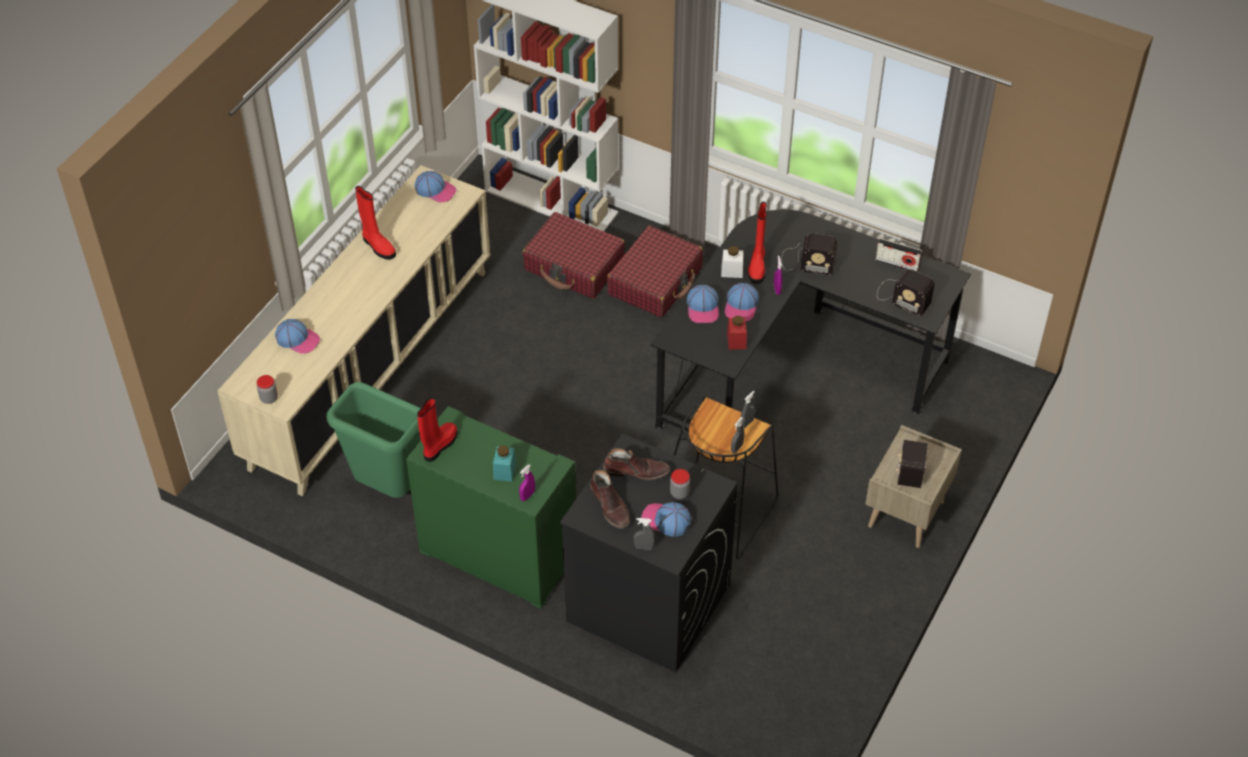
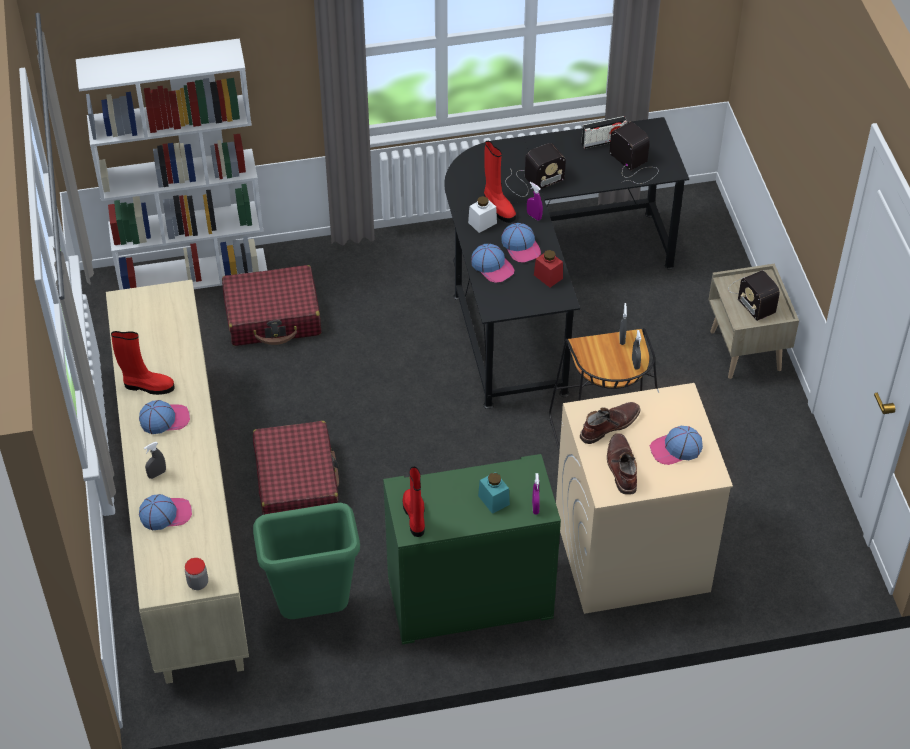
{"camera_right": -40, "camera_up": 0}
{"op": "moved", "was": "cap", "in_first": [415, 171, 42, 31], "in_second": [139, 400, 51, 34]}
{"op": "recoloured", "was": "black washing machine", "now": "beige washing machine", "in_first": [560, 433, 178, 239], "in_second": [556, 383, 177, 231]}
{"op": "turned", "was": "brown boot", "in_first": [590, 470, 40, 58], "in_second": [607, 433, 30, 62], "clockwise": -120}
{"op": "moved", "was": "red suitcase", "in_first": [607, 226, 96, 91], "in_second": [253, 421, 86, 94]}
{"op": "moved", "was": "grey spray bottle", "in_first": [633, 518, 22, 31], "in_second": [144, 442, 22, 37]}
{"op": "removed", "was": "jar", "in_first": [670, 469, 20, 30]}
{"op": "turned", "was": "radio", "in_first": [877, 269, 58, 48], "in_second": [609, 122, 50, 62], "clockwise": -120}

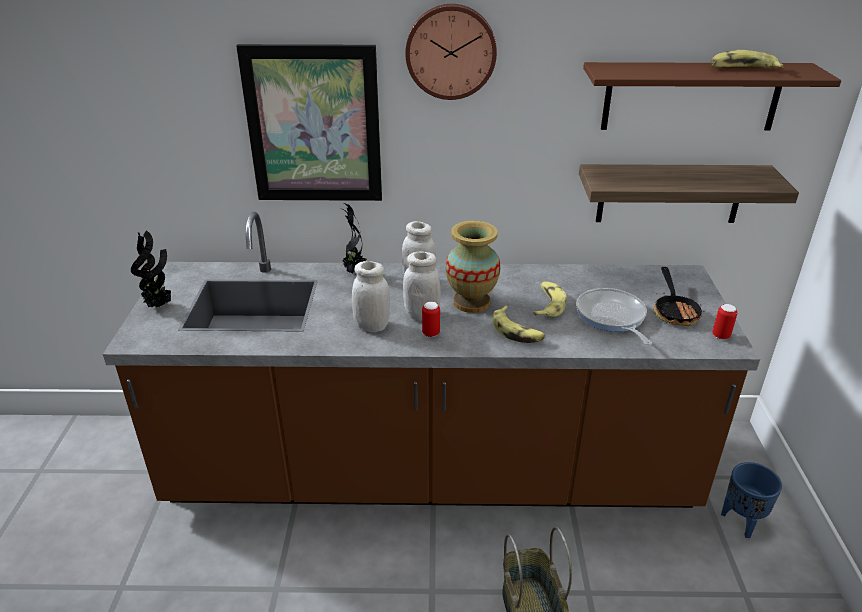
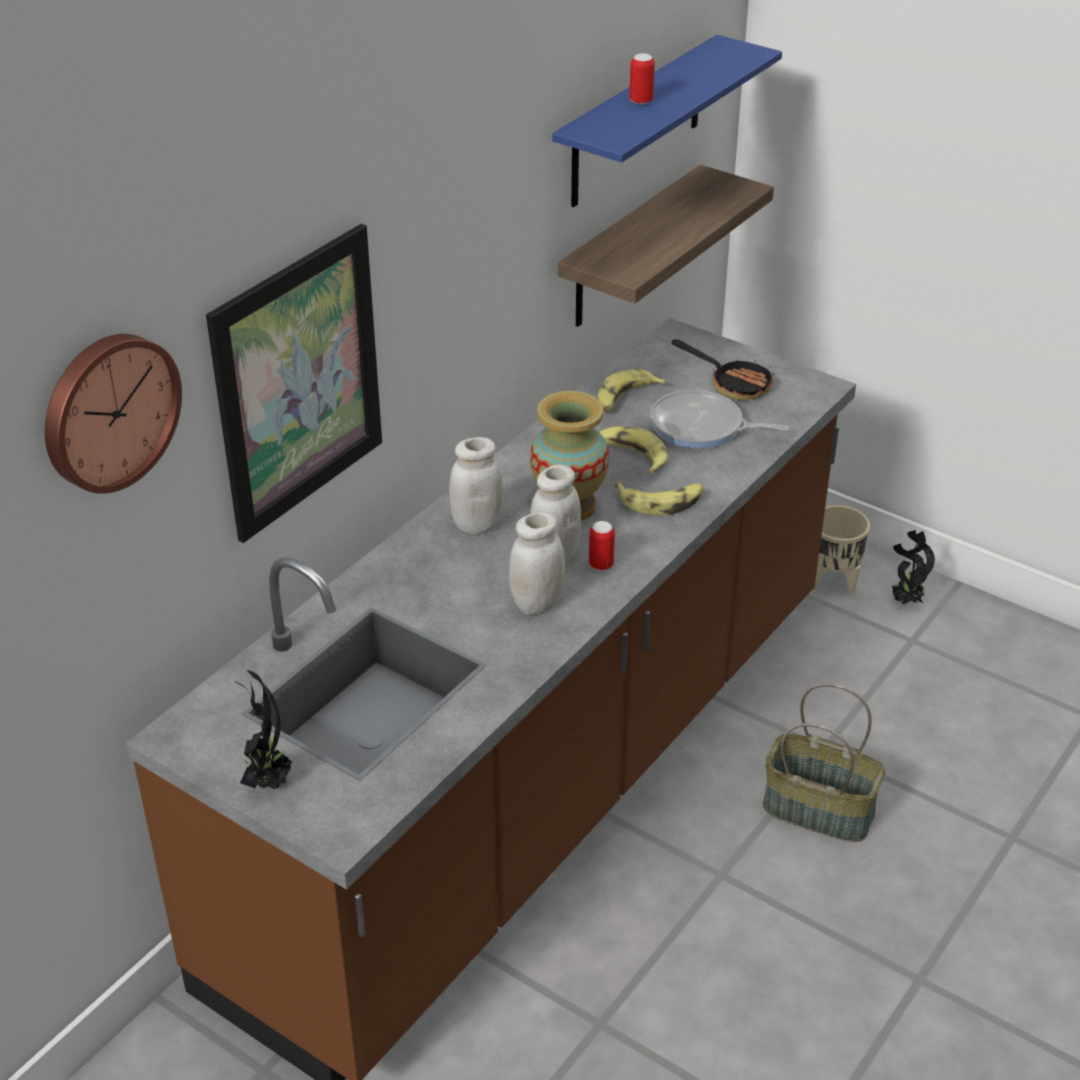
{"camera_right": -55, "camera_up": 5}
{"op": "moved", "was": "potted plant", "in_first": [341, 203, 26, 70], "in_second": [892, 530, 43, 74]}
{"op": "moved", "was": "wall clock", "in_first": [405, 4, 92, 96], "in_second": [45, 334, 137, 160]}
{"op": "recoloured", "was": "brown shelf", "now": "blue shelf", "in_first": [583, 62, 258, 68], "in_second": [552, 35, 230, 172]}
{"op": "moved", "was": "banana", "in_first": [711, 50, 73, 18], "in_second": [598, 369, 68, 44]}
{"op": "moved", "was": "can", "in_first": [712, 304, 25, 35], "in_second": [629, 53, 26, 52]}
{"op": "recoloured", "was": "blue planter", "now": "beige planter", "in_first": [721, 462, 61, 76], "in_second": [812, 505, 58, 89]}

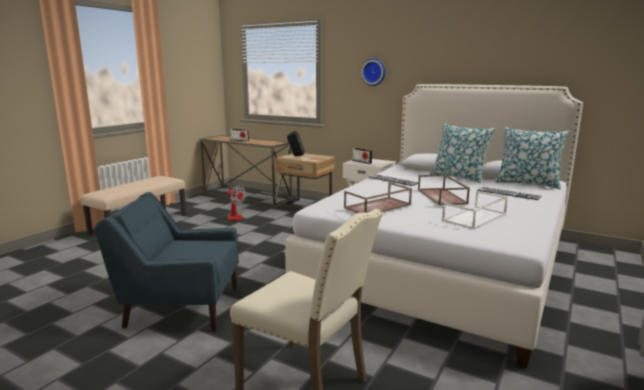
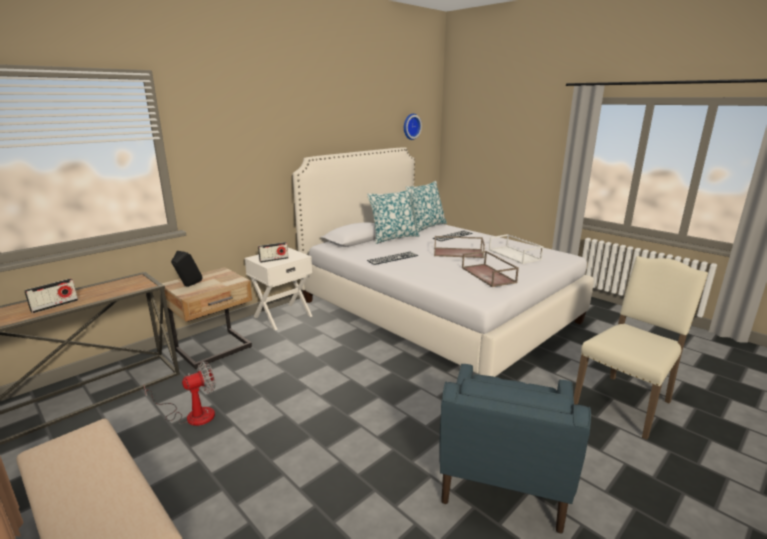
{"camera_right": -75, "camera_up": 5}
{"op": "moved", "was": "wall clock", "in_first": [361, 59, 24, 27], "in_second": [404, 114, 18, 26]}

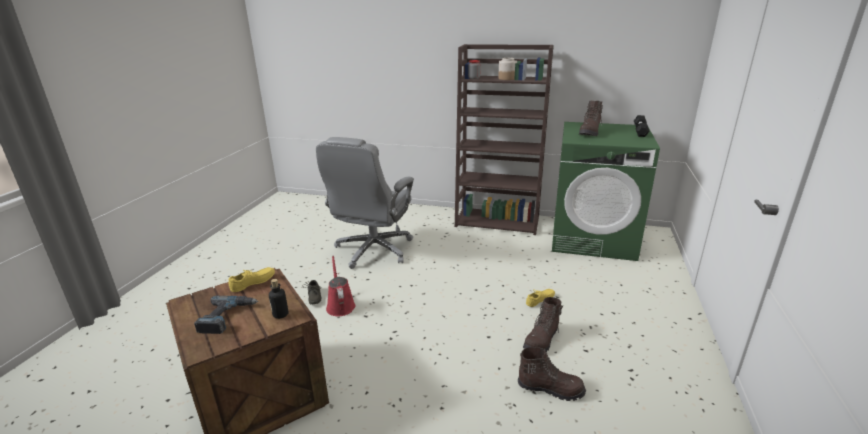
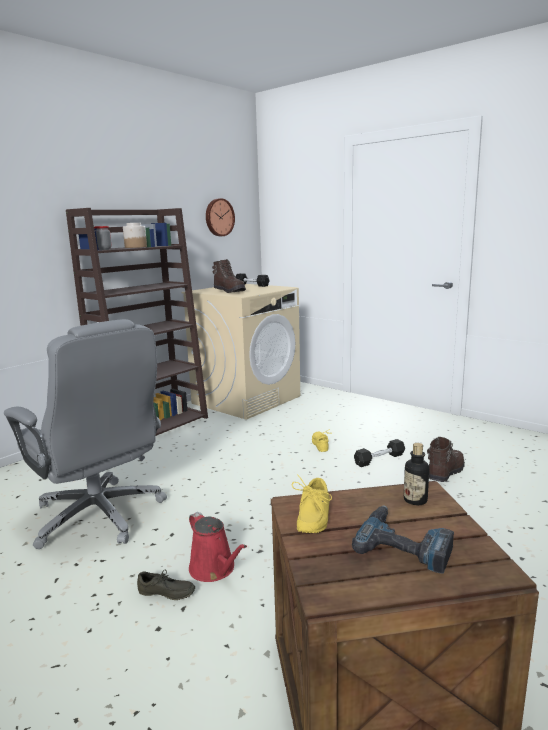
{"camera_right": -65, "camera_up": -10}
{"op": "turned", "was": "yellow shoe", "in_first": [228, 267, 47, 25], "in_second": [292, 475, 40, 58], "clockwise": -150}
{"op": "turned", "was": "red watering can", "in_first": [326, 256, 30, 60], "in_second": [189, 512, 58, 70], "clockwise": -135}
{"op": "replaced", "was": "brown boot", "now": "black dumbbell", "in_first": [523, 297, 40, 55], "in_second": [354, 439, 51, 28]}
{"op": "recoloured", "was": "green washing machine", "now": "beige washing machine", "in_first": [552, 122, 108, 139], "in_second": [181, 284, 119, 136]}
{"op": "added", "now": "wall clock", "in_second": [206, 198, 29, 38]}

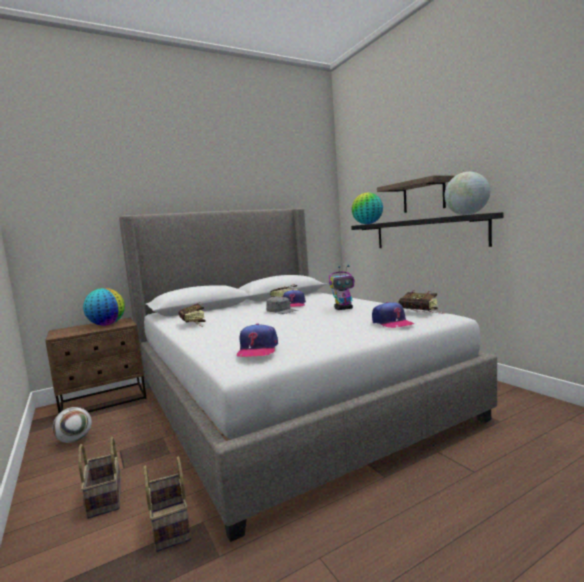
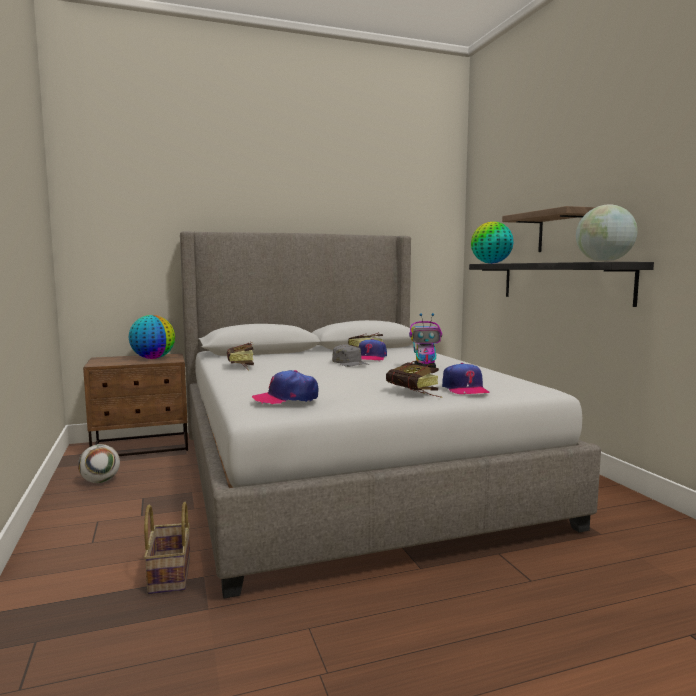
{"camera_right": 10, "camera_up": 0}
{"op": "removed", "was": "basket", "in_first": [78, 437, 43, 82]}
{"op": "turned", "was": "cap", "in_first": [237, 323, 41, 34], "in_second": [252, 370, 66, 34], "clockwise": 60}
{"op": "moved", "was": "book", "in_first": [398, 291, 46, 23], "in_second": [386, 361, 56, 37]}

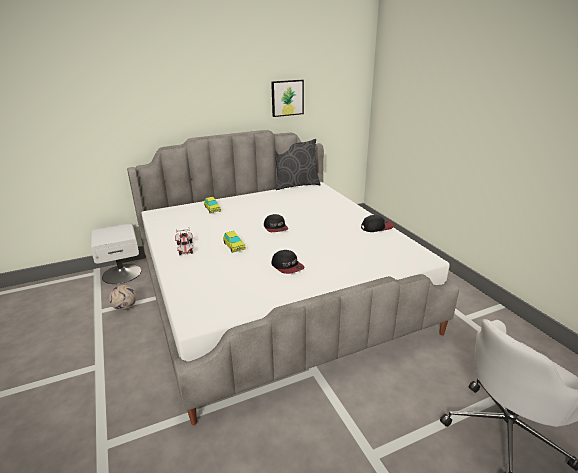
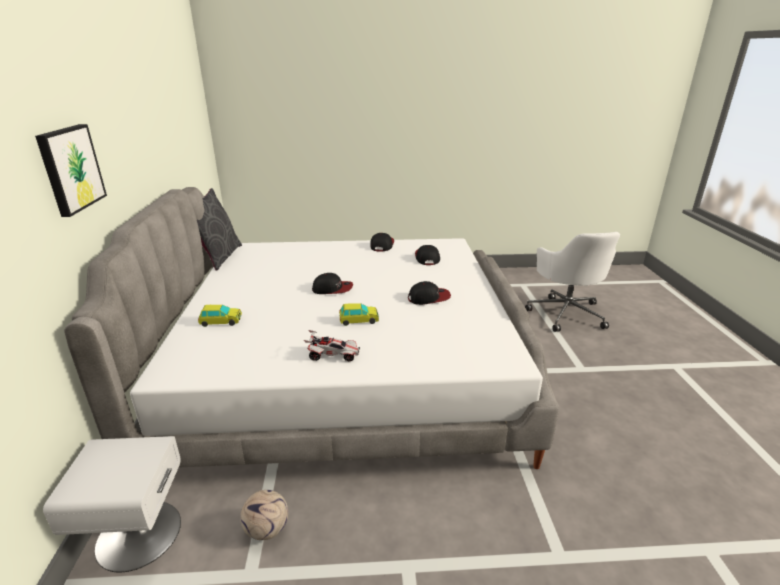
{"camera_right": -70, "camera_up": 0}
{"op": "moved", "was": "picture", "in_first": [271, 80, 33, 37], "in_second": [35, 124, 72, 93]}
{"op": "added", "now": "cap", "in_second": [415, 245, 25, 20]}

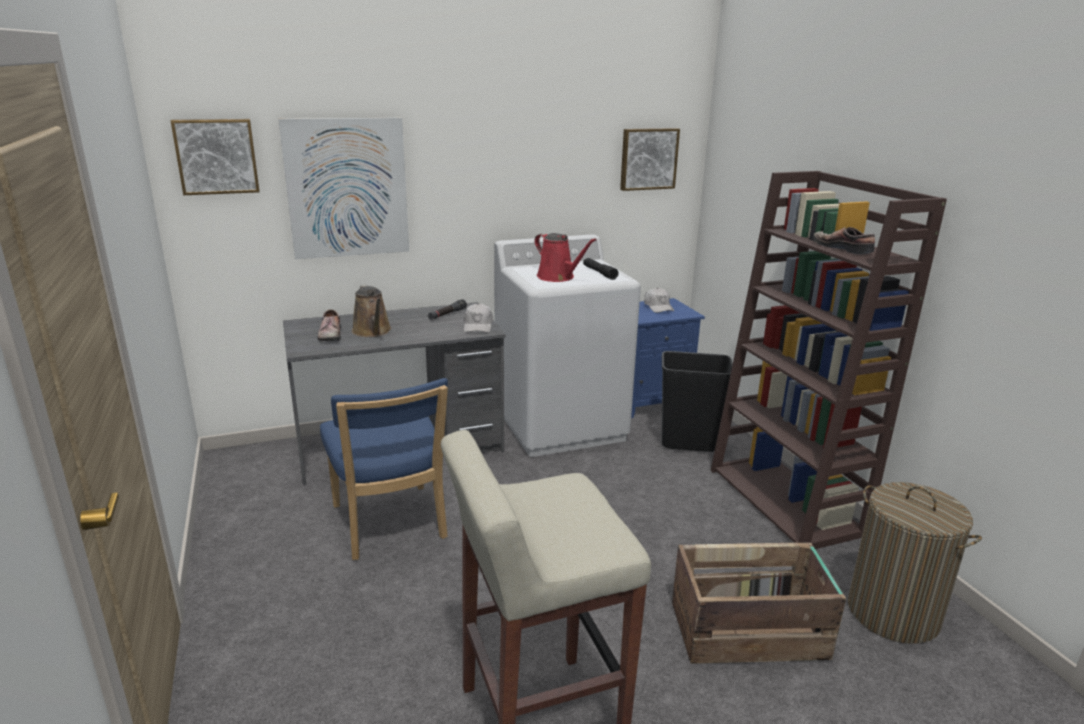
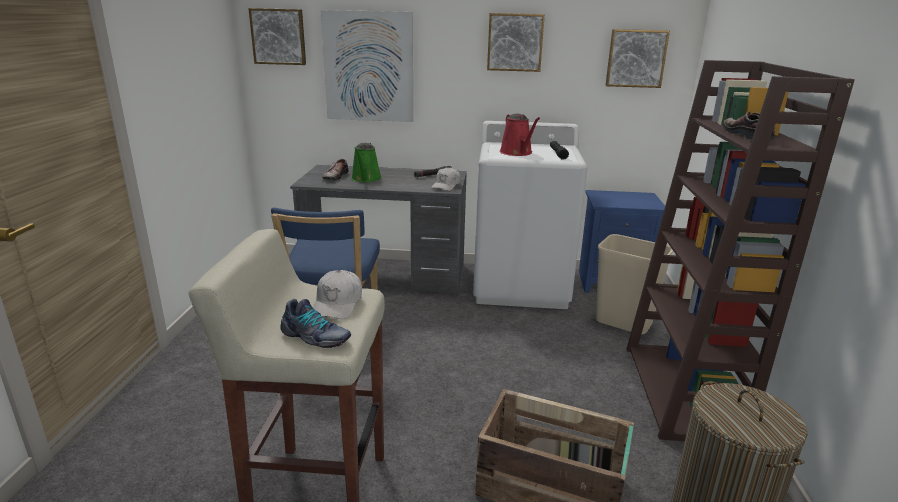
{"camera_right": 25, "camera_up": 0}
{"op": "recoloured", "was": "brown watering can", "now": "green watering can", "in_first": [352, 285, 39, 52], "in_second": [351, 142, 31, 40]}
{"op": "moved", "was": "white cap", "in_first": [644, 288, 30, 25], "in_second": [313, 270, 49, 49]}
{"op": "recoloured", "was": "black trash can", "now": "beige trash can", "in_first": [662, 351, 71, 101], "in_second": [596, 234, 77, 100]}
{"op": "added", "now": "shoe", "in_second": [280, 299, 71, 49]}
{"op": "added", "now": "picture", "in_second": [487, 13, 58, 59]}

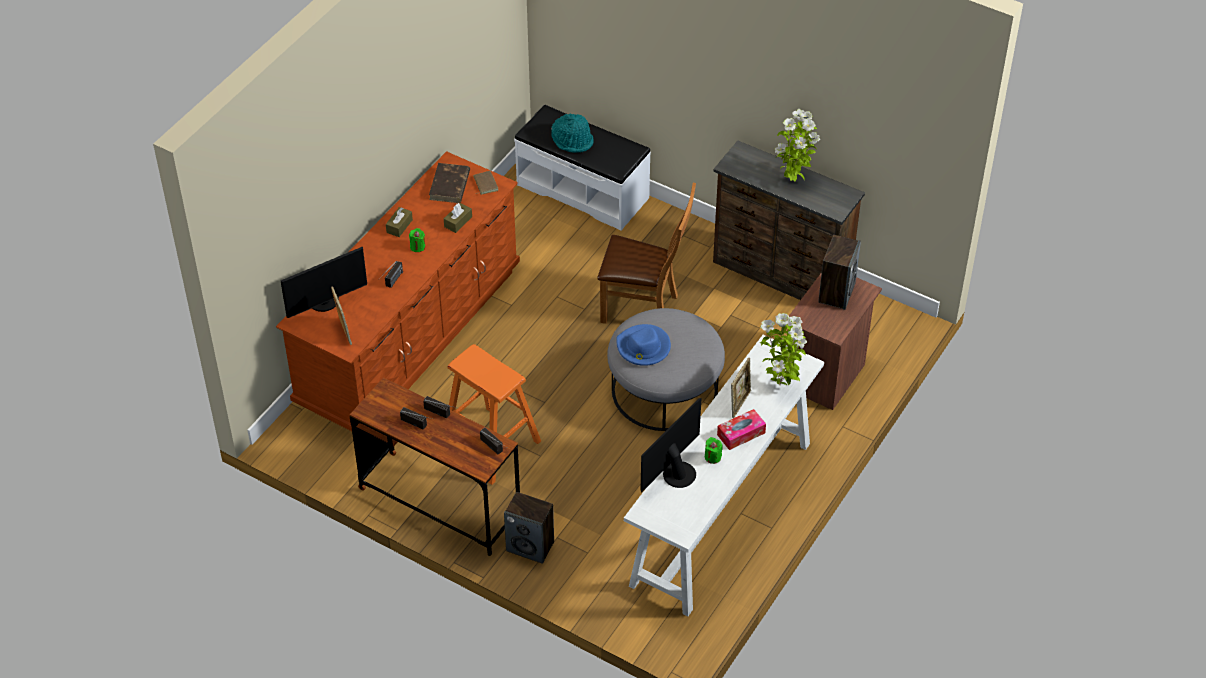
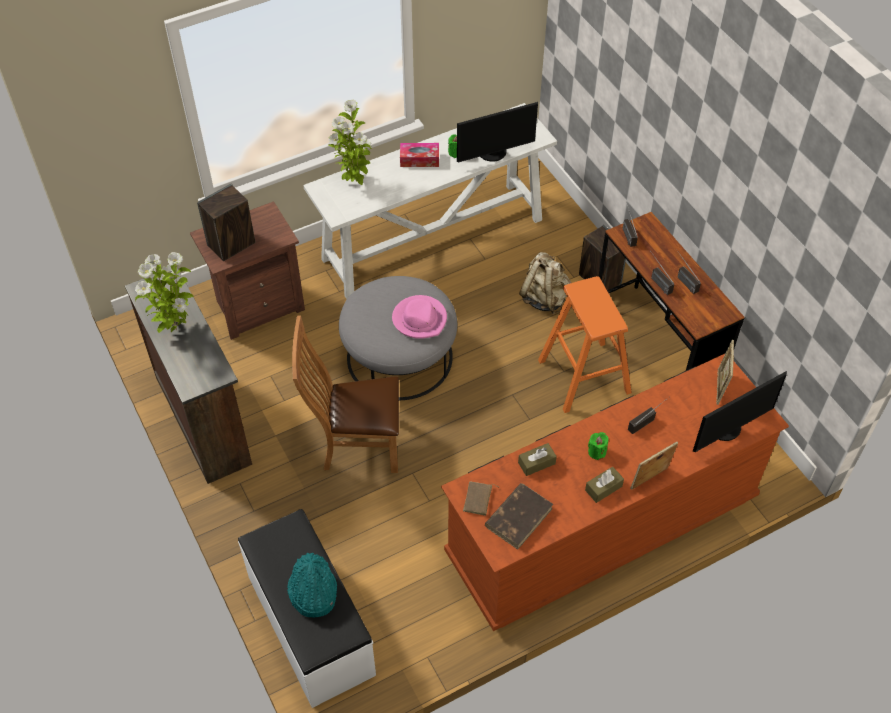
{"camera_right": -150, "camera_up": 5}
{"op": "turned", "was": "monitor", "in_first": [281, 246, 86, 72], "in_second": [693, 371, 94, 81], "clockwise": 150}
{"op": "turned", "was": "brown chair", "in_first": [597, 183, 99, 141], "in_second": [292, 315, 107, 158], "clockwise": -45}
{"op": "recoloured", "was": "blue hat", "now": "pink hat", "in_first": [616, 324, 55, 42], "in_second": [392, 295, 55, 44]}
{"op": "moved", "was": "picture frame", "in_first": [731, 358, 20, 60], "in_second": [630, 442, 48, 48]}
{"op": "added", "now": "beige backpack", "in_second": [519, 252, 52, 62]}

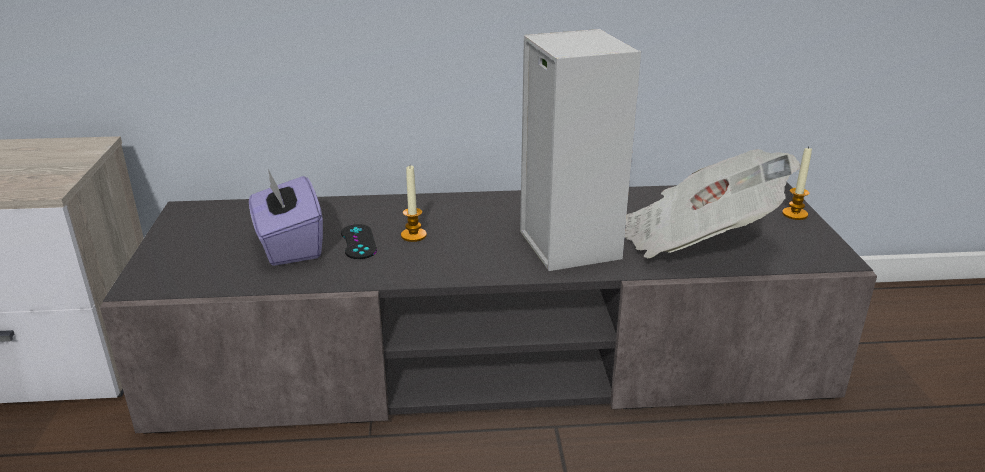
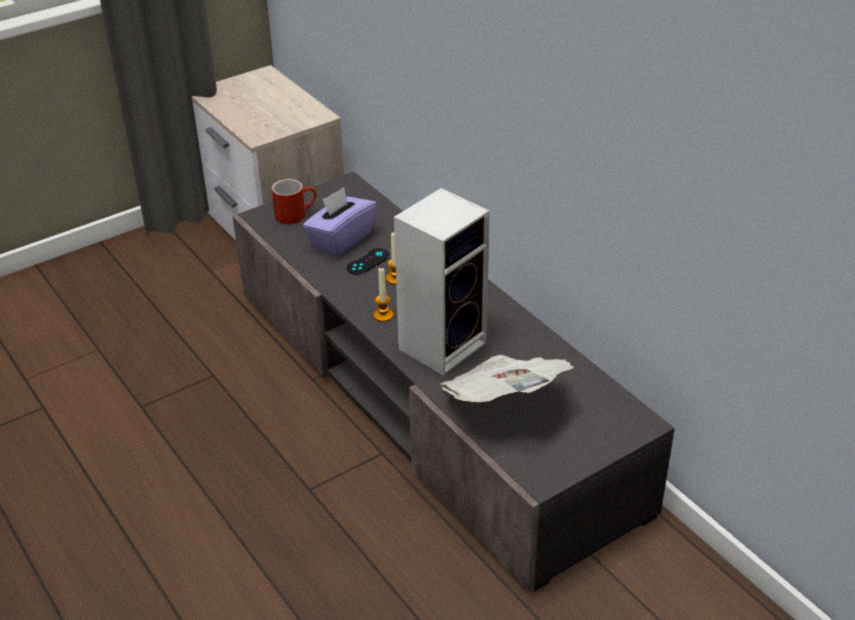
{"camera_right": 60, "camera_up": 10}
{"op": "moved", "was": "candle", "in_first": [782, 146, 30, 74], "in_second": [373, 268, 20, 54]}
{"op": "added", "now": "red mug", "in_second": [272, 179, 45, 45]}

